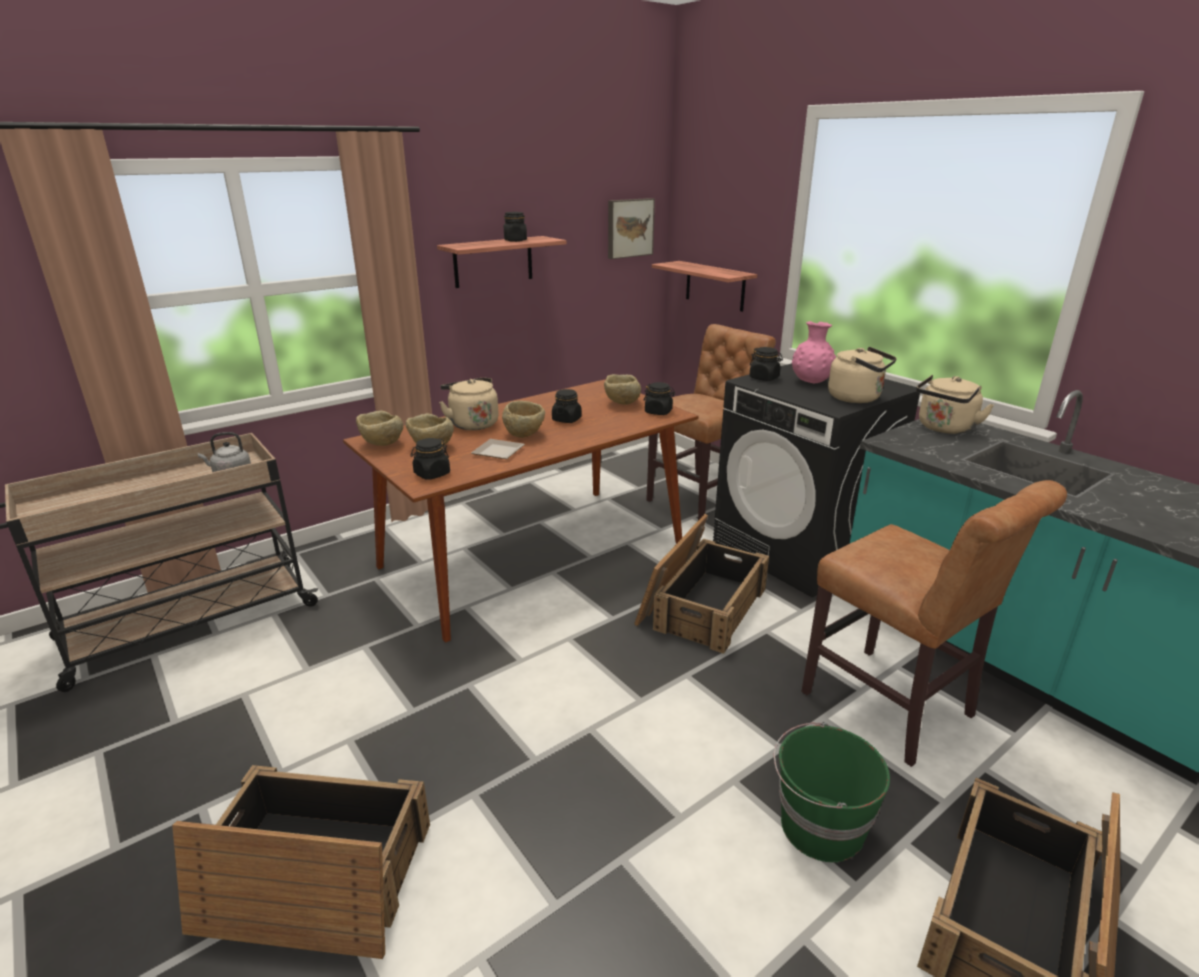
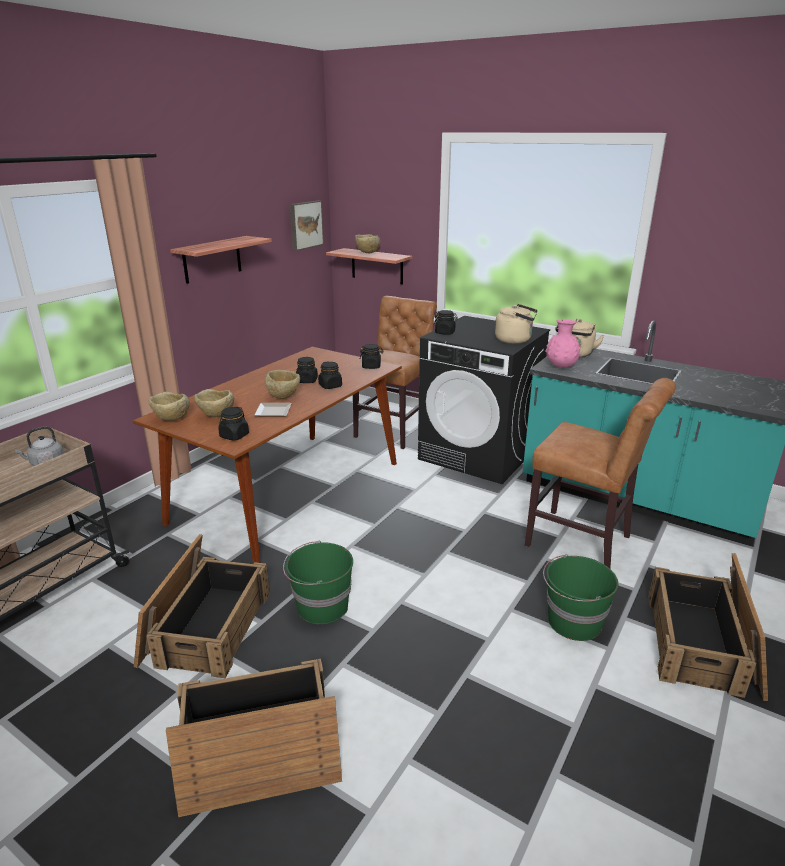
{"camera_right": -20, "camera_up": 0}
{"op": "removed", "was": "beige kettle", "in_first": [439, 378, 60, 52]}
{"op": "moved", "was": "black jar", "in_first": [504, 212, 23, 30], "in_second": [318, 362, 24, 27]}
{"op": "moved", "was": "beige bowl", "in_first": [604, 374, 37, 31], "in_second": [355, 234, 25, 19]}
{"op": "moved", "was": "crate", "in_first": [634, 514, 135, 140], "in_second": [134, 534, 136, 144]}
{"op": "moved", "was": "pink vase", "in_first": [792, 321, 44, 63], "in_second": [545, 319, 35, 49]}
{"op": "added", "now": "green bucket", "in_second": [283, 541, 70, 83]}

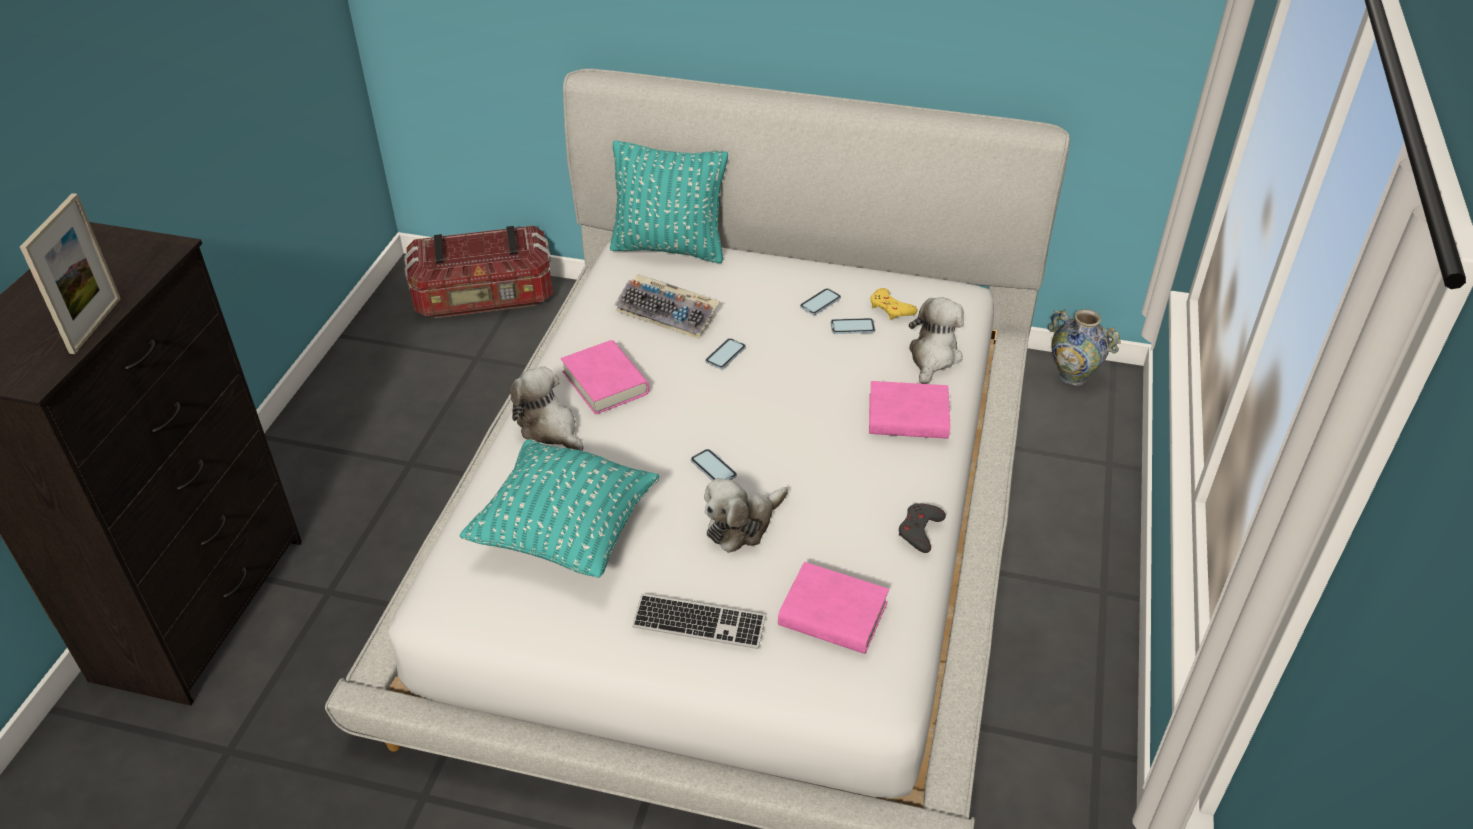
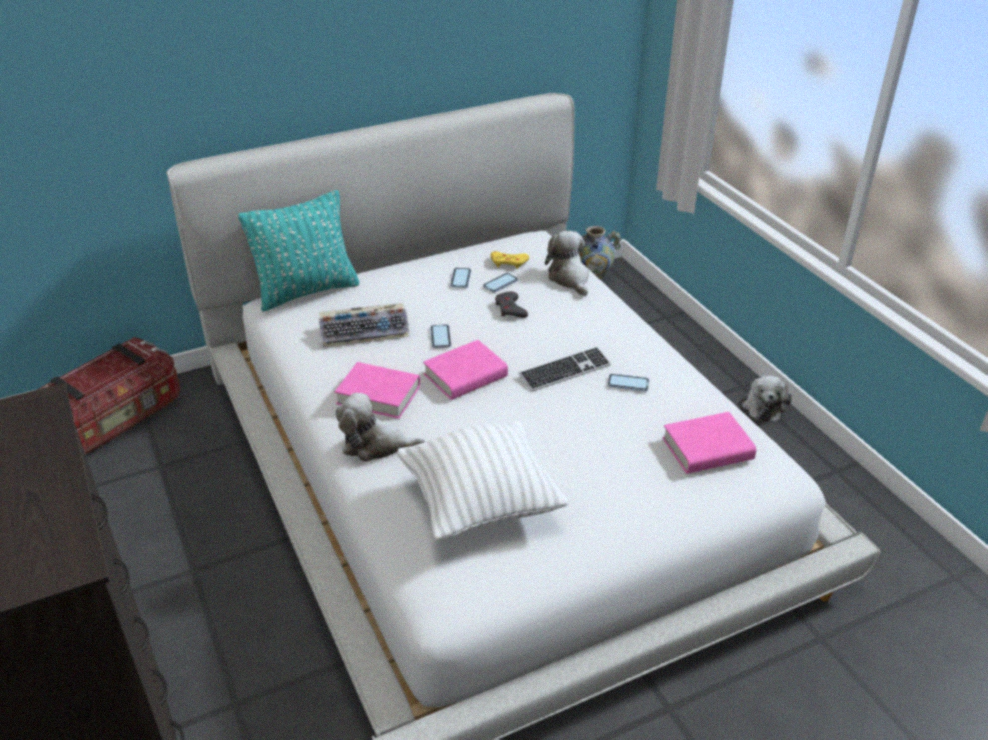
{"camera_right": -40, "camera_up": -5}
{"op": "removed", "was": "picture frame", "in_first": [20, 193, 101, 161]}
{"op": "recoloured", "was": "turquoise pillow", "now": "white pillow", "in_first": [460, 439, 199, 139], "in_second": [397, 421, 172, 119]}
{"op": "moved", "was": "keyboard", "in_first": [632, 594, 134, 55], "in_second": [519, 347, 92, 45]}
{"op": "moved", "was": "phone", "in_first": [691, 449, 46, 32], "in_second": [608, 374, 41, 17]}
{"op": "moved", "was": "plush toy", "in_first": [704, 478, 84, 75], "in_second": [742, 375, 50, 47]}
{"op": "moved", "was": "pink book", "in_first": [869, 381, 81, 58], "in_second": [423, 340, 85, 60]}
{"op": "moved", "was": "grey game controller", "in_first": [899, 503, 47, 50], "in_second": [495, 291, 33, 27]}

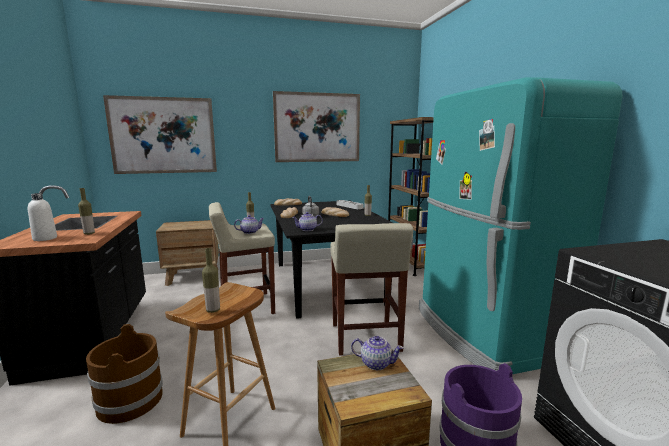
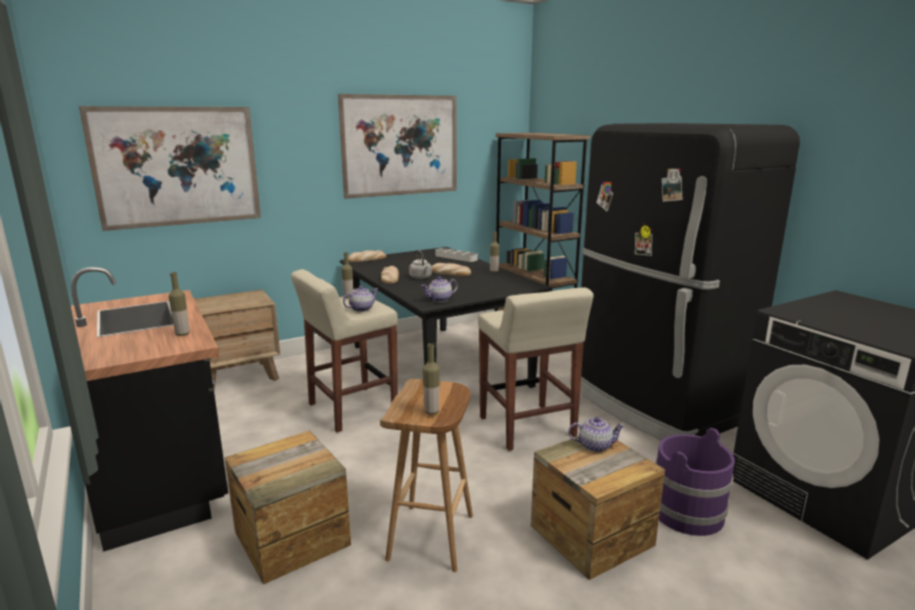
{"camera_right": -15, "camera_up": 5}
{"op": "removed", "was": "white bottle", "in_first": [28, 193, 29, 48]}
{"op": "replaced", "was": "brown bucket", "now": "crate", "in_first": [86, 324, 77, 100], "in_second": [224, 430, 127, 154]}
{"op": "recoloured", "was": "turquoise fridge", "now": "black fridge", "in_first": [419, 77, 203, 297], "in_second": [570, 123, 230, 318]}

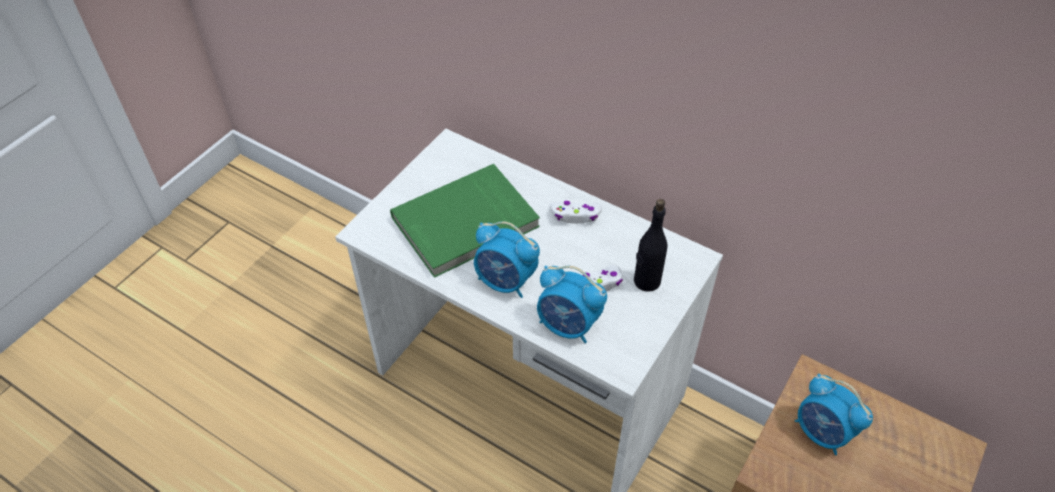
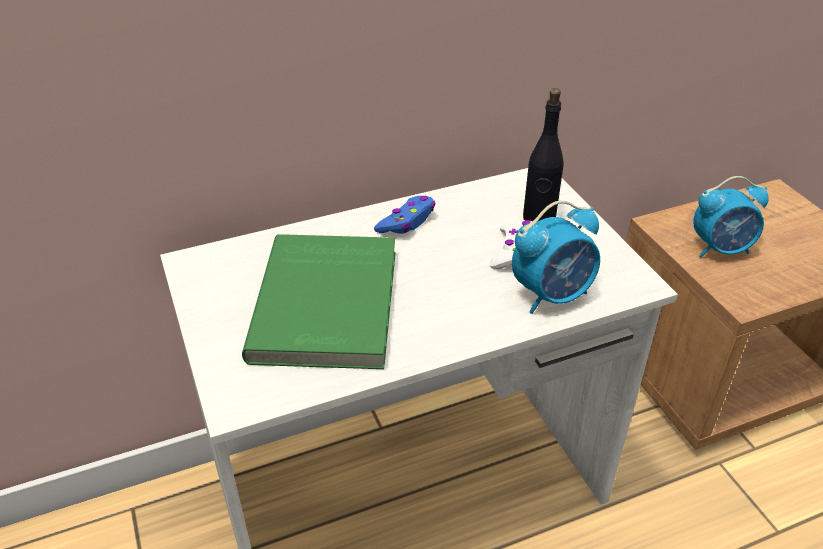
{"camera_right": -55, "camera_up": -10}
{"op": "removed", "was": "alarm clock", "in_first": [474, 221, 66, 77]}
{"op": "recoloured", "was": "white game controller", "now": "blue game controller", "in_first": [550, 201, 52, 23], "in_second": [374, 196, 61, 38]}

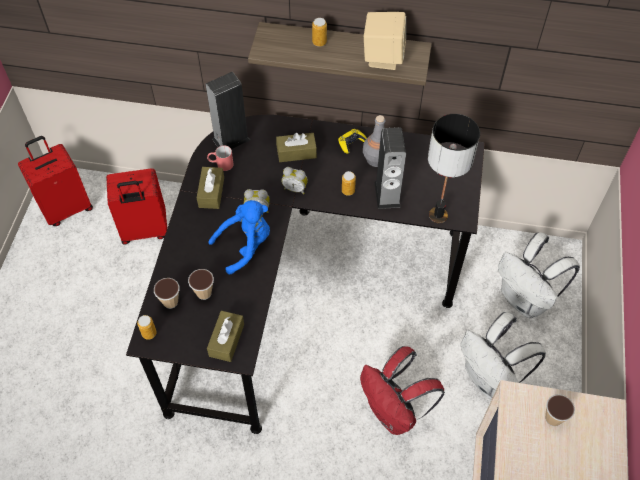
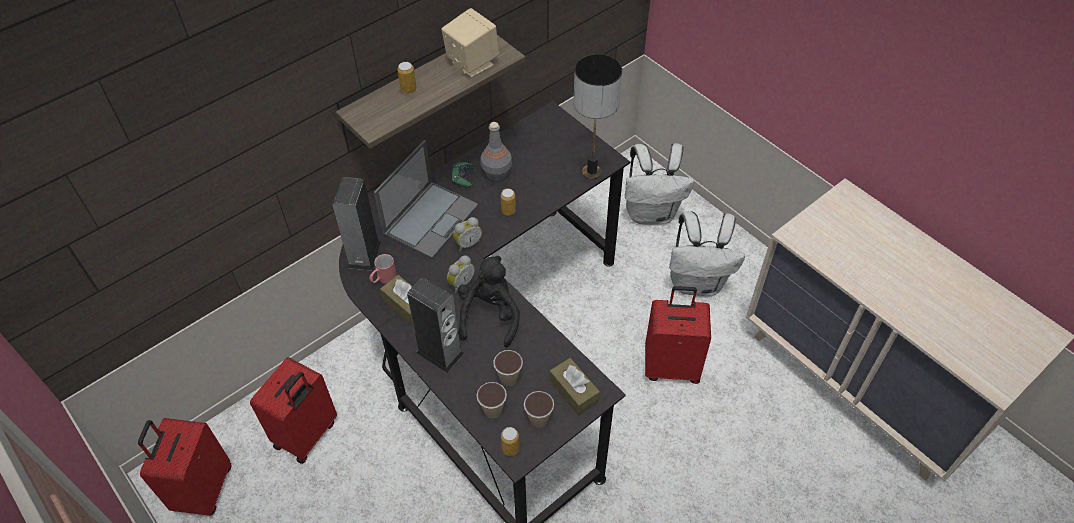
{"camera_right": -50, "camera_up": -5}
{"op": "recoloured", "was": "blue plush toy", "now": "black plush toy", "in_first": [209, 200, 61, 74], "in_second": [458, 255, 62, 92]}
{"op": "replaced", "was": "brown tissue box", "now": "laptop", "in_first": [276, 133, 41, 29], "in_second": [374, 140, 104, 119]}
{"op": "recoloured", "was": "yellow game controller", "now": "green game controller", "in_first": [338, 129, 29, 25], "in_second": [451, 162, 23, 26]}
{"op": "replaced", "was": "red backpack", "now": "red suitcase", "in_first": [360, 346, 85, 89], "in_second": [645, 286, 66, 98]}
{"op": "moved", "was": "speaker", "in_first": [374, 127, 32, 82], "in_second": [407, 277, 57, 96]}
{"op": "moved", "was": "cup", "in_first": [545, 394, 30, 32], "in_second": [524, 391, 30, 37]}

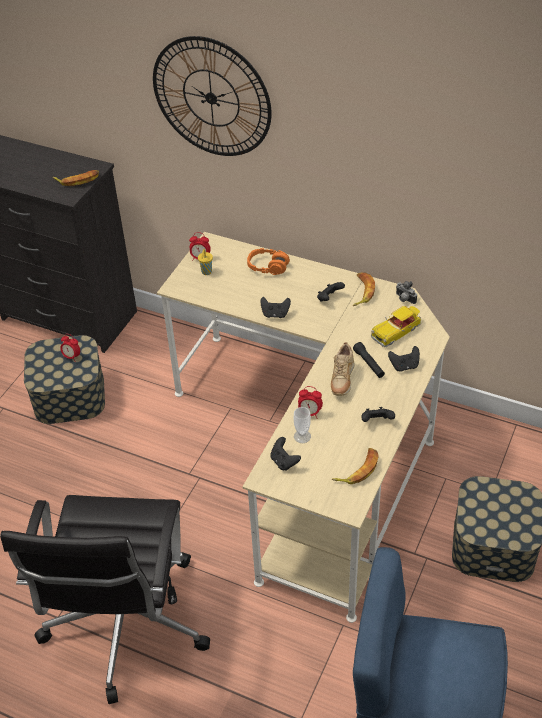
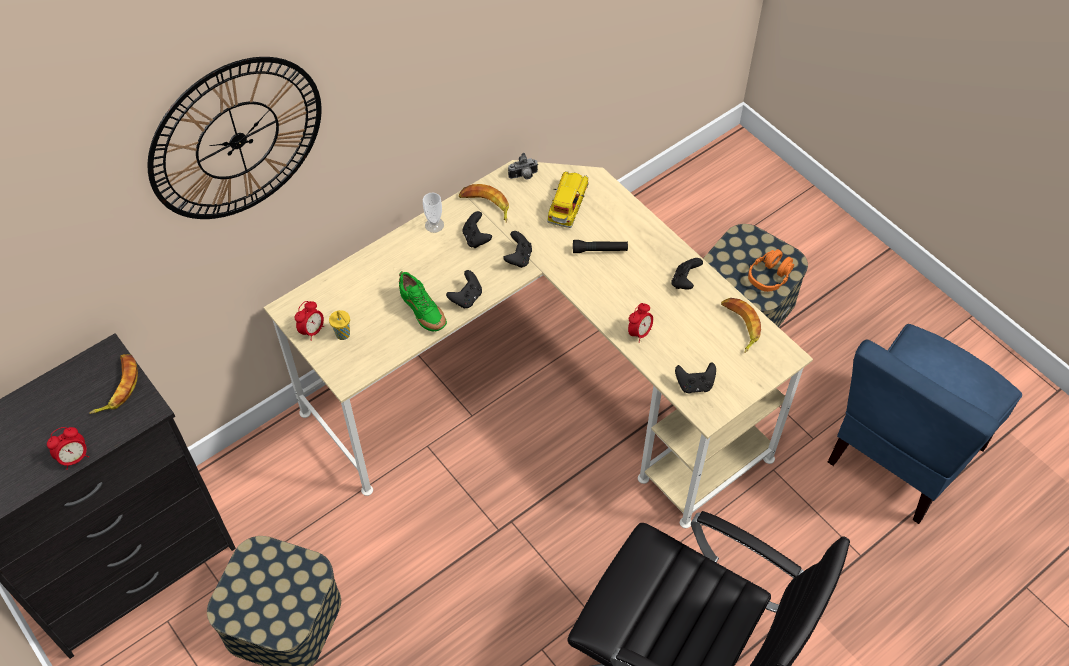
{"camera_right": -65, "camera_up": 10}
{"op": "moved", "was": "alarm clock", "in_first": [60, 334, 20, 28], "in_second": [47, 427, 42, 43]}
{"op": "moved", "was": "orange headphones", "in_first": [247, 248, 43, 27], "in_second": [748, 249, 46, 43]}
{"op": "moved", "was": "cup", "in_first": [294, 407, 17, 36], "in_second": [423, 193, 21, 40]}
{"op": "removed", "was": "beige shoe", "in_first": [331, 342, 23, 54]}
{"op": "turned", "was": "toy car", "in_first": [371, 306, 50, 41], "in_second": [547, 171, 41, 57], "clockwise": -150}
{"op": "moved", "was": "black game controller", "in_first": [388, 346, 32, 25], "in_second": [503, 231, 29, 37]}
{"op": "added", "now": "green shoe", "in_second": [399, 271, 48, 61]}

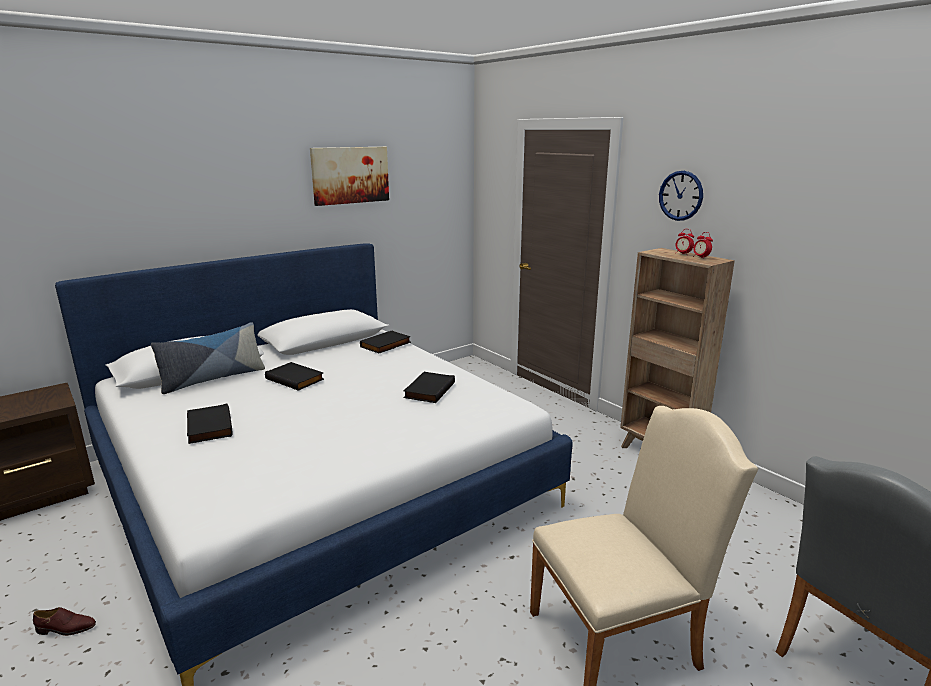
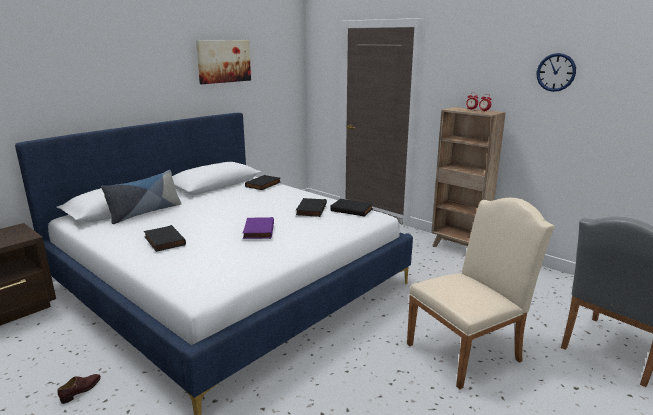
{"camera_right": -10, "camera_up": 0}
{"op": "turned", "was": "brown shoe", "in_first": [33, 607, 63, 29], "in_second": [57, 374, 44, 30], "clockwise": -45}
{"op": "moved", "was": "black book", "in_first": [265, 362, 59, 29], "in_second": [330, 199, 43, 18]}
{"op": "moved", "was": "wall clock", "in_first": [659, 171, 44, 50], "in_second": [537, 53, 39, 39]}
{"op": "added", "now": "purple book", "in_second": [243, 217, 31, 22]}

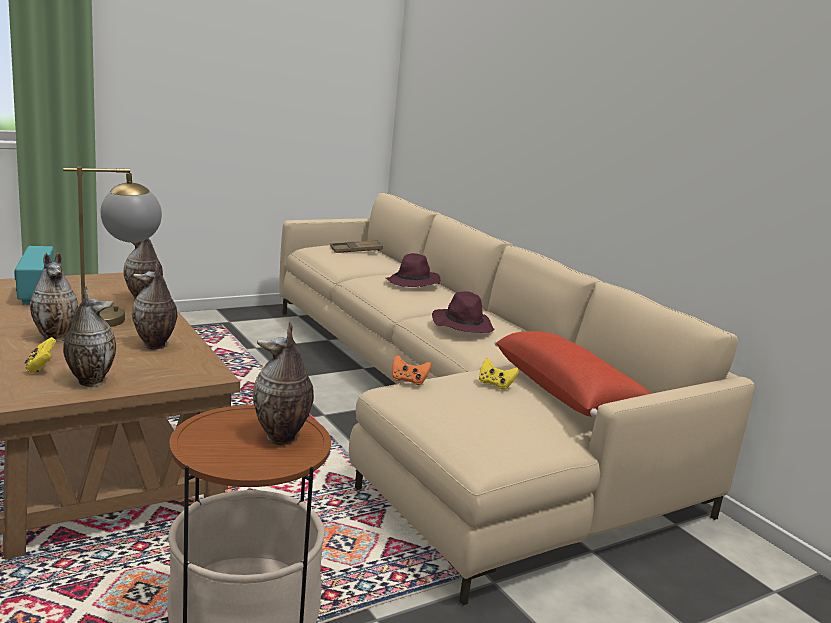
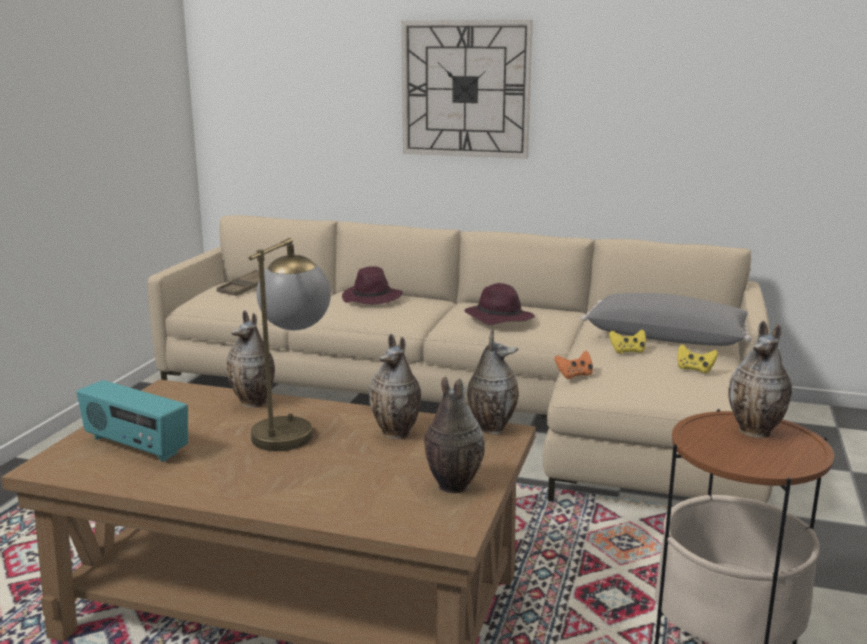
{"camera_right": -40, "camera_up": 0}
{"op": "moved", "was": "yellow game controller", "in_first": [25, 337, 31, 36], "in_second": [677, 345, 41, 28]}
{"op": "moved", "was": "vase", "in_first": [30, 253, 48, 89], "in_second": [467, 329, 52, 106]}
{"op": "recoloured", "was": "red pillow", "now": "grey pillow", "in_first": [495, 331, 157, 86], "in_second": [581, 293, 170, 53]}
{"op": "added", "now": "wall clock", "in_second": [402, 20, 131, 139]}

